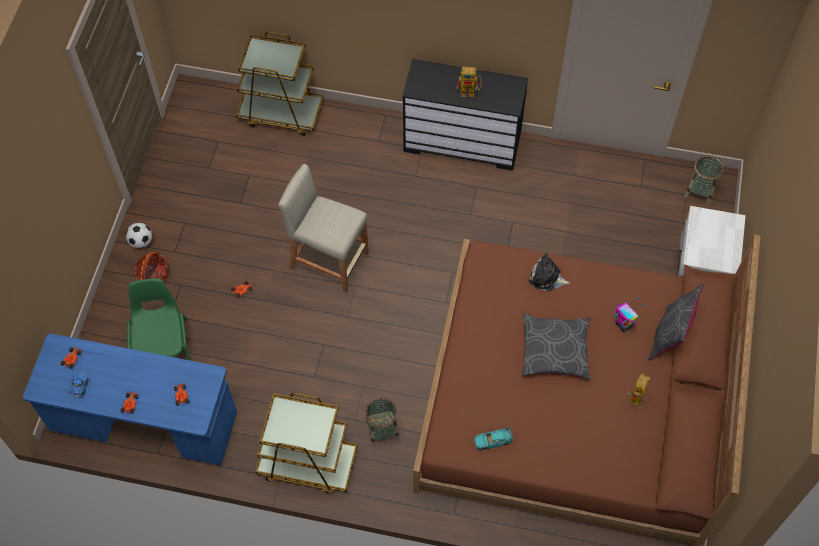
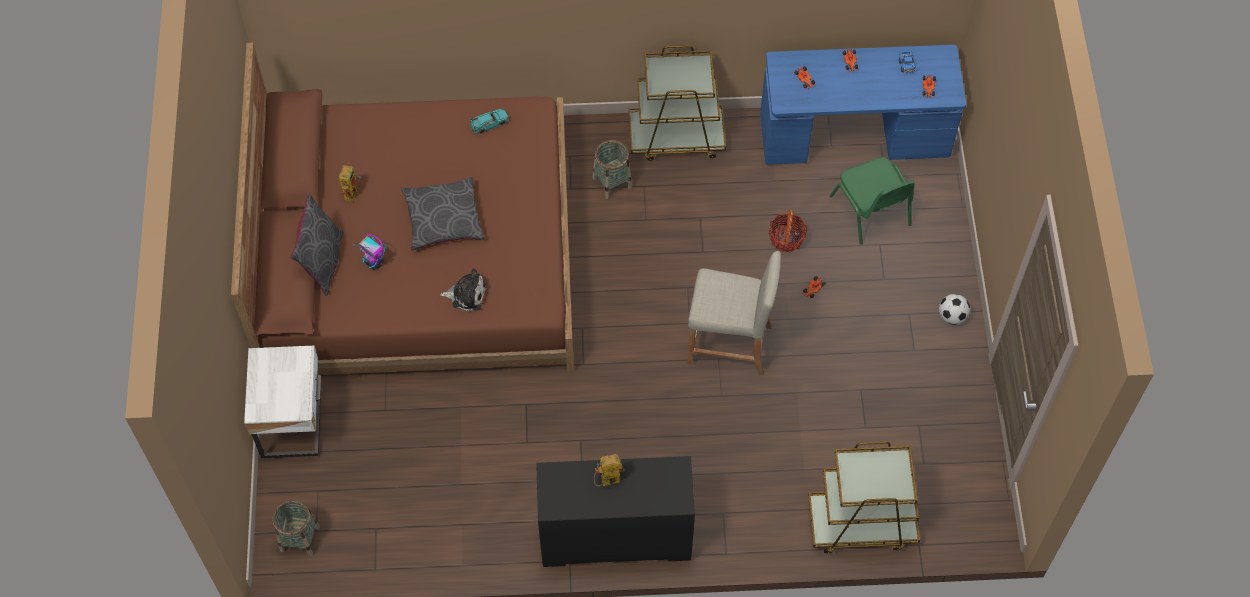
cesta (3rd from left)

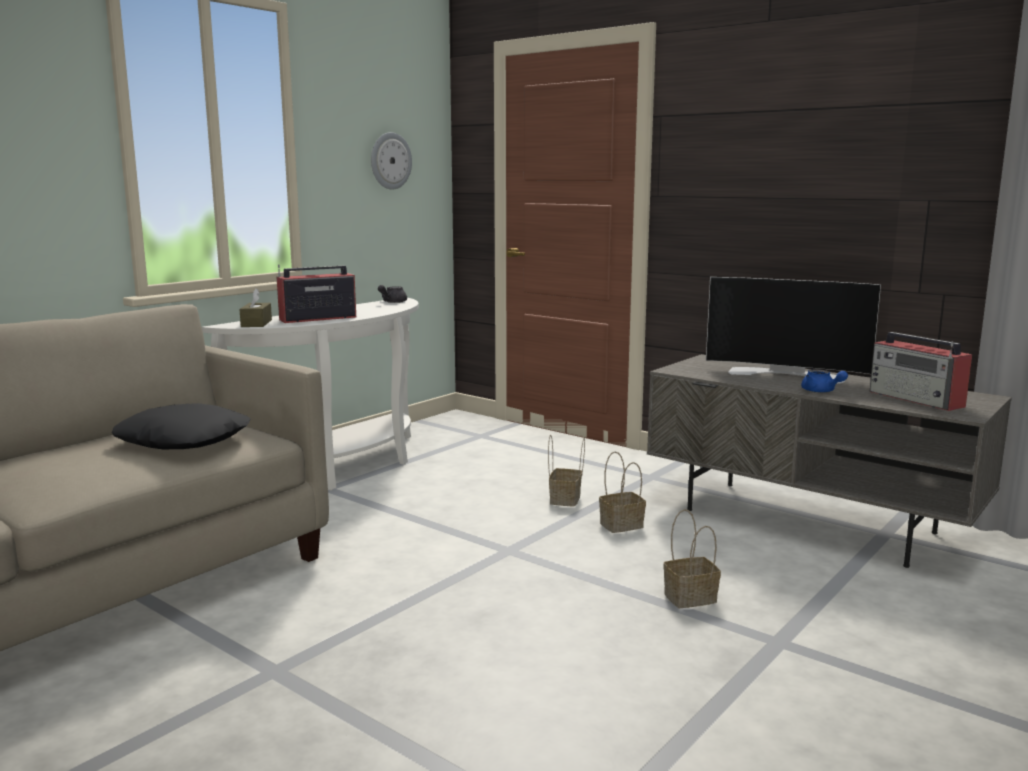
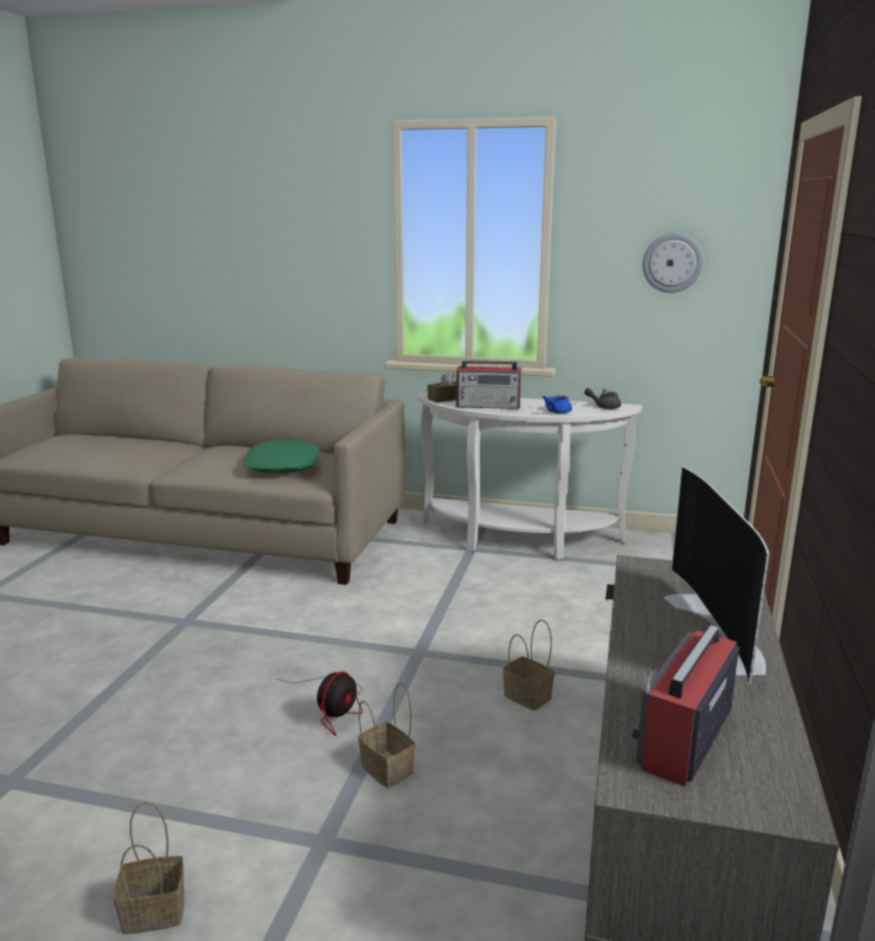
ventilador
cesta (1st from left)
tetera (azul)
cojín (verde)
radio (1st from left)

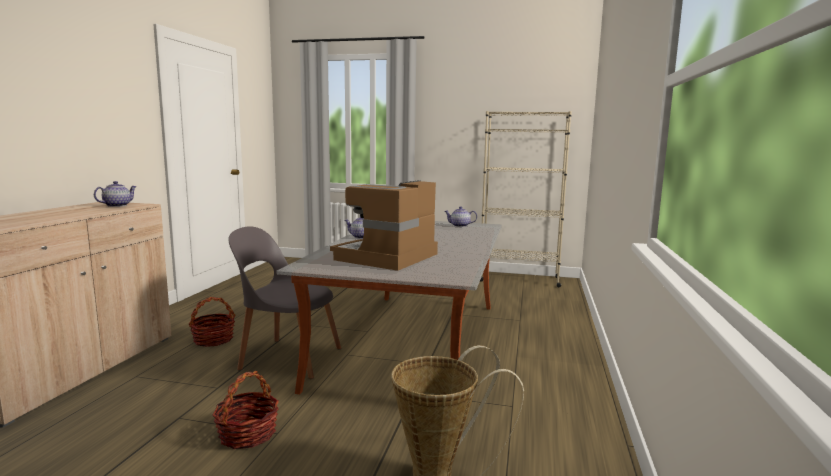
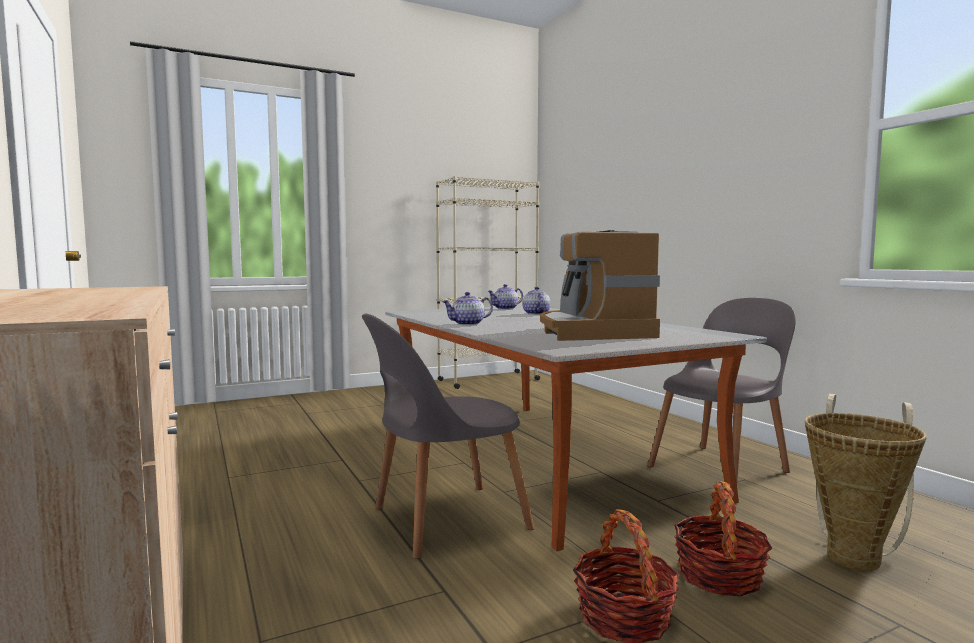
silla (gris) (2nd from left)
tetera (3rd from left)
cesta (2nd from left)

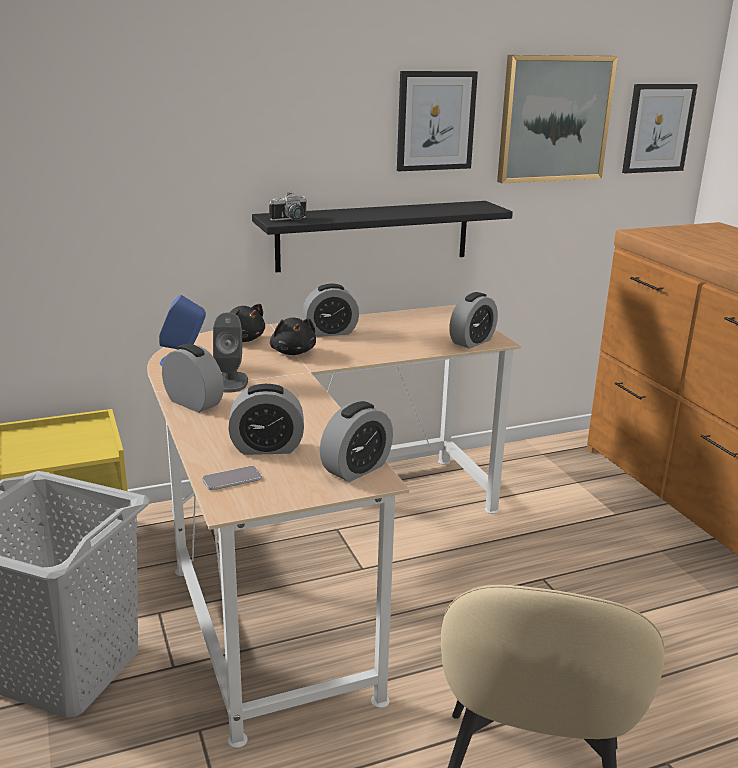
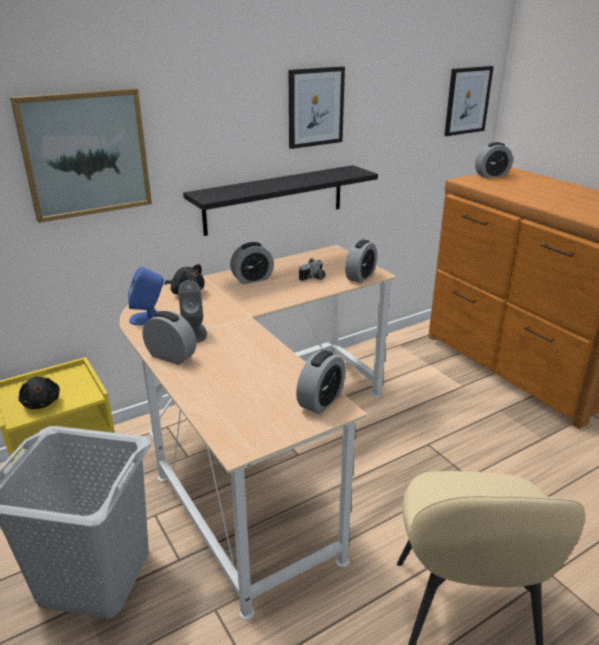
móvil
despertador (5th from left)
cámara
peluche (negro) (1st from left)
cuadro (1st from left)

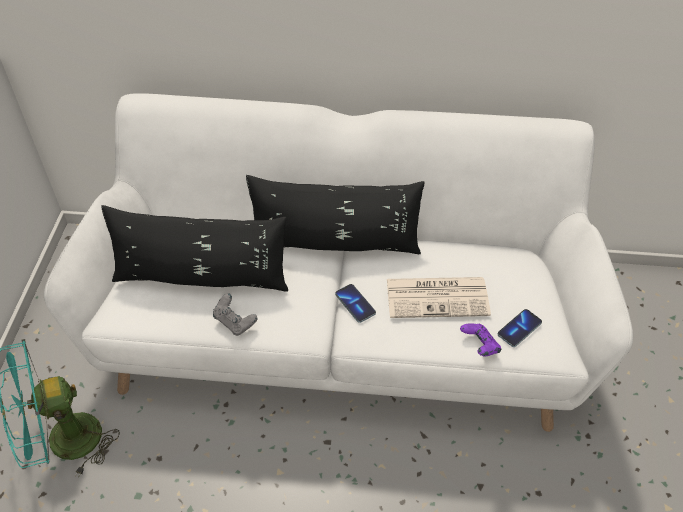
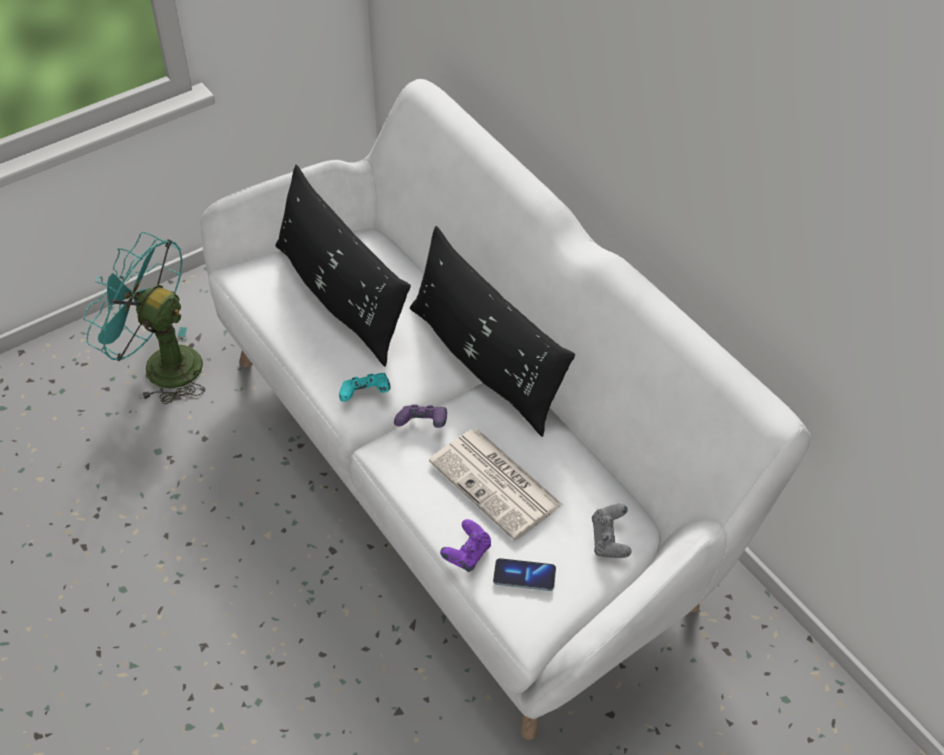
mando de consola (turquesa)
mando de consola (gris)
mando de consola (morado) (1st from left)

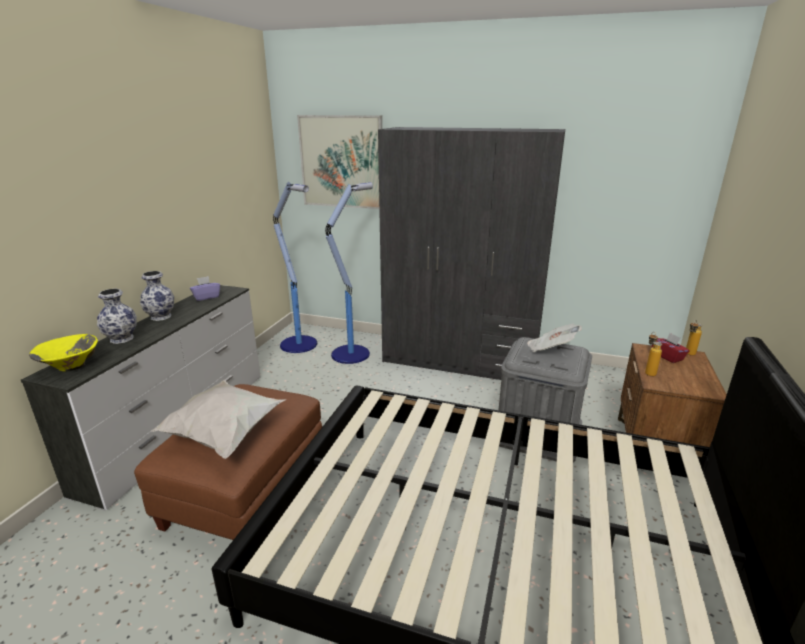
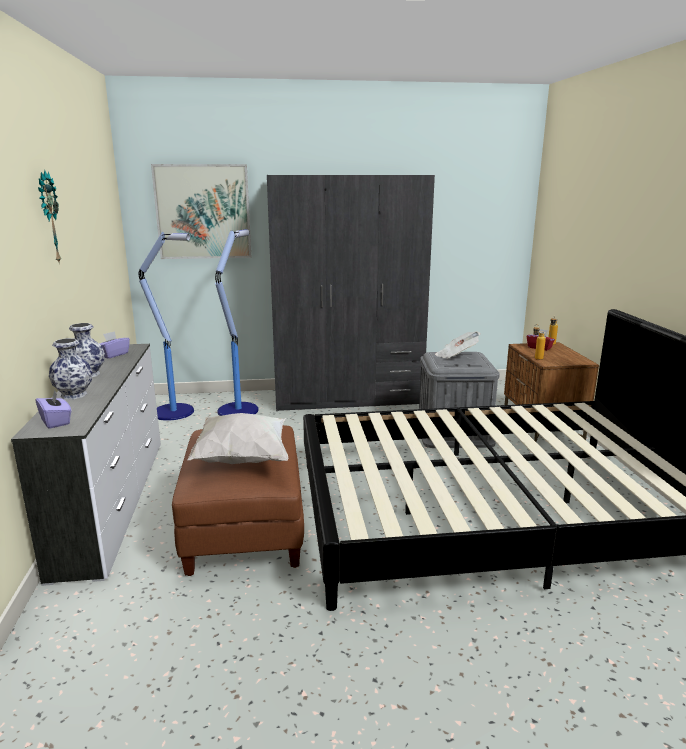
reloj de pared
caja de pañuelos (morado) (1st from left)

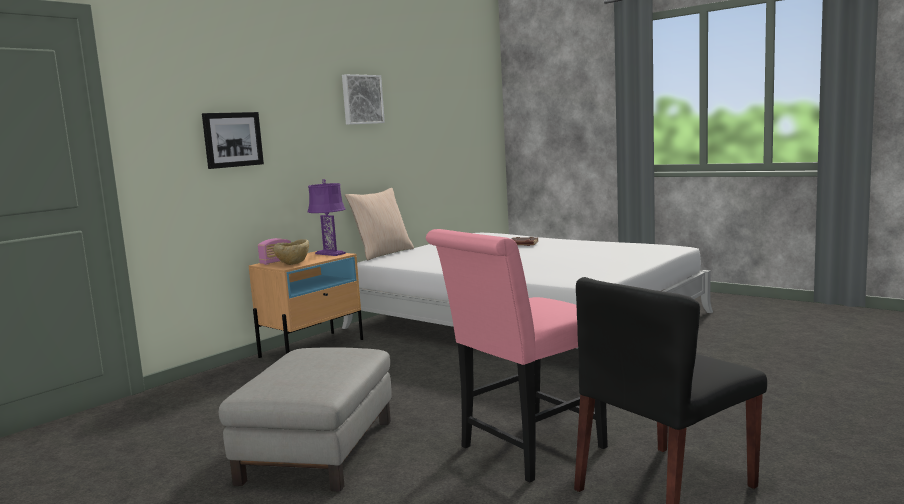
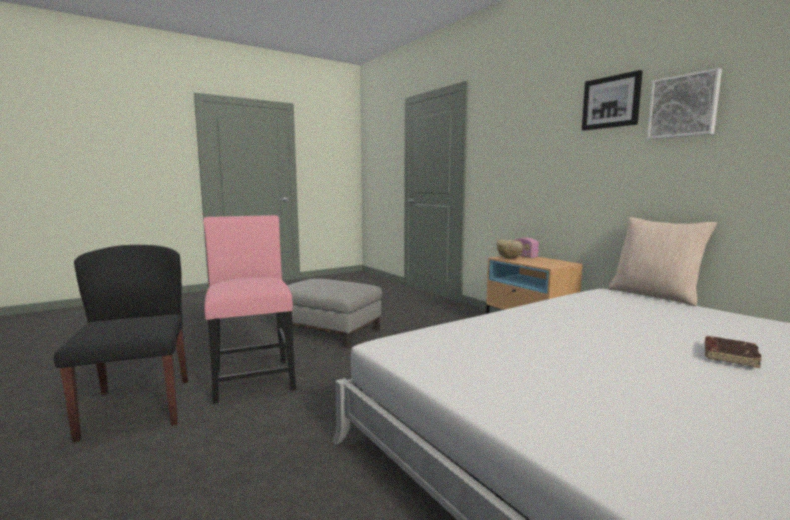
lámpara de mesa (morado)
cuadro (1st from left)

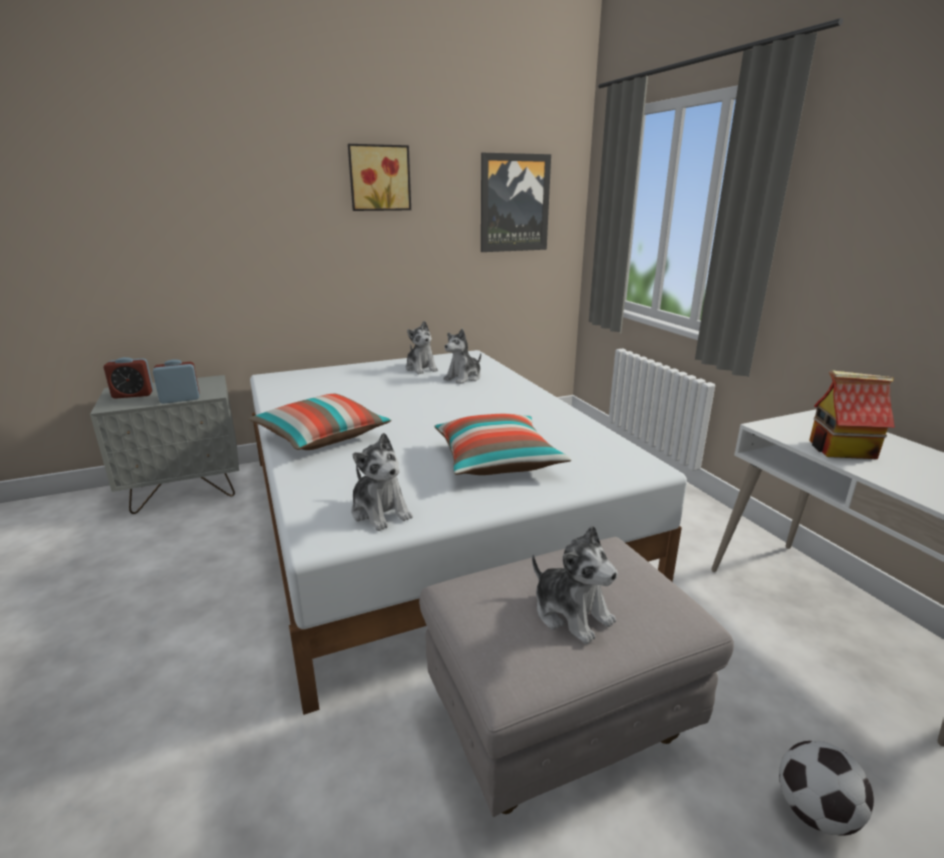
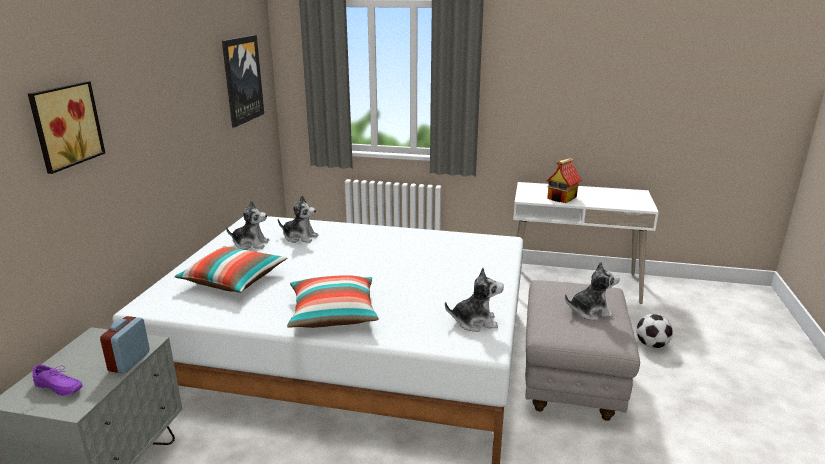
cuadro (1st from left)
cojín (1st from left)
zapato (morado)
peluche (2nd from left)

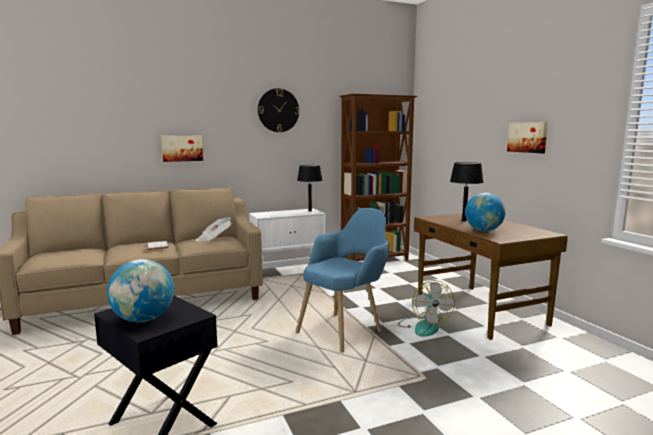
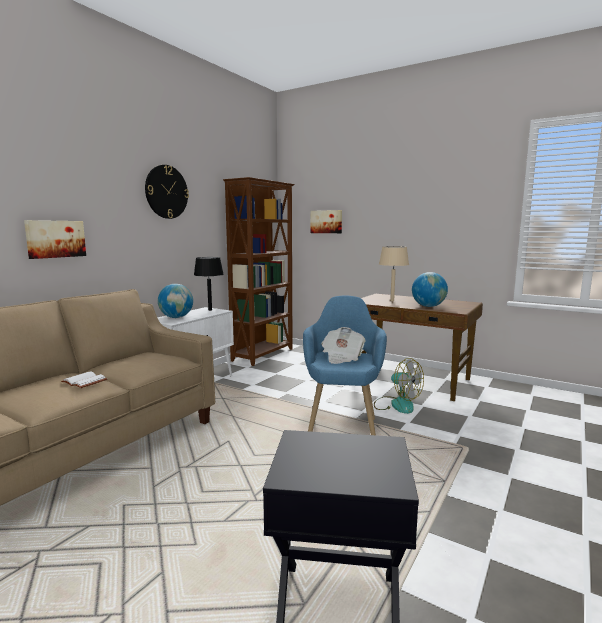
globo terráqueo (1st from left)
periódico
cuadro (2nd from left)
lámpara de mesa (beis)

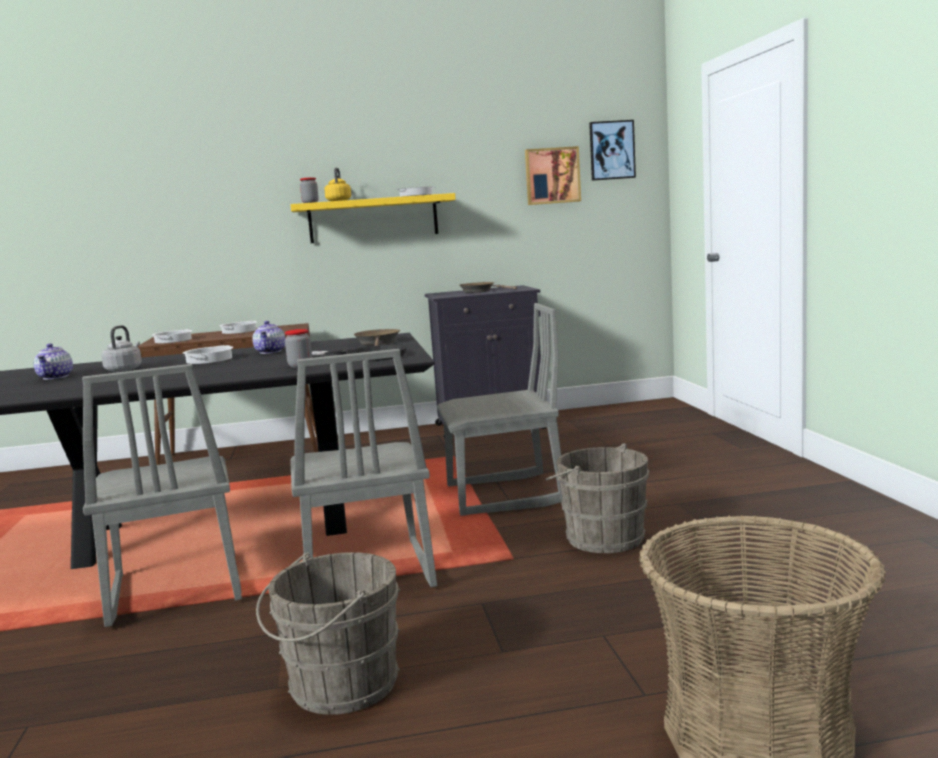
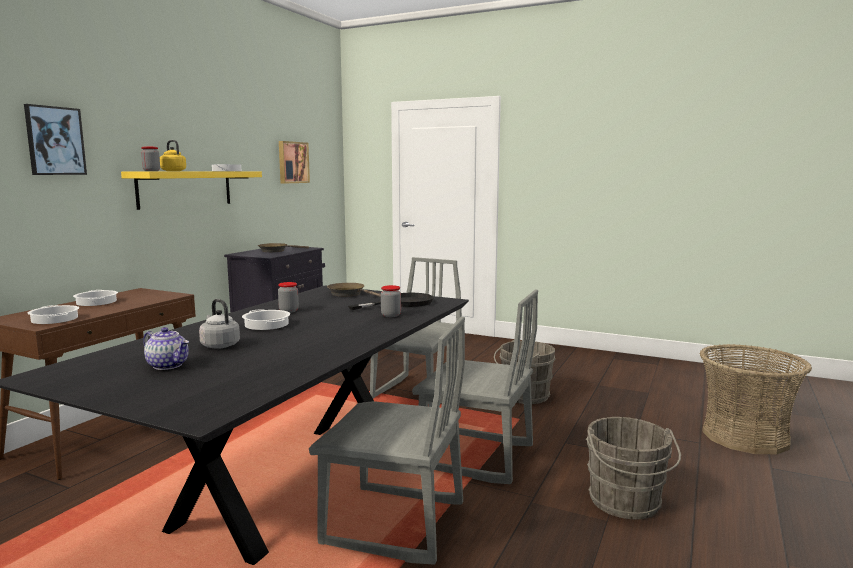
cuadro (1st from left)
tarro (2nd from left)

